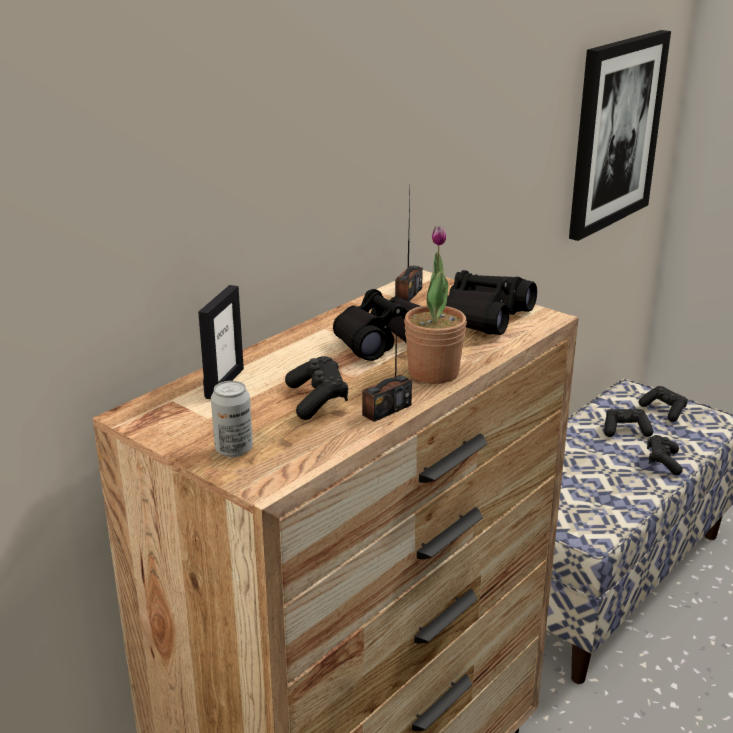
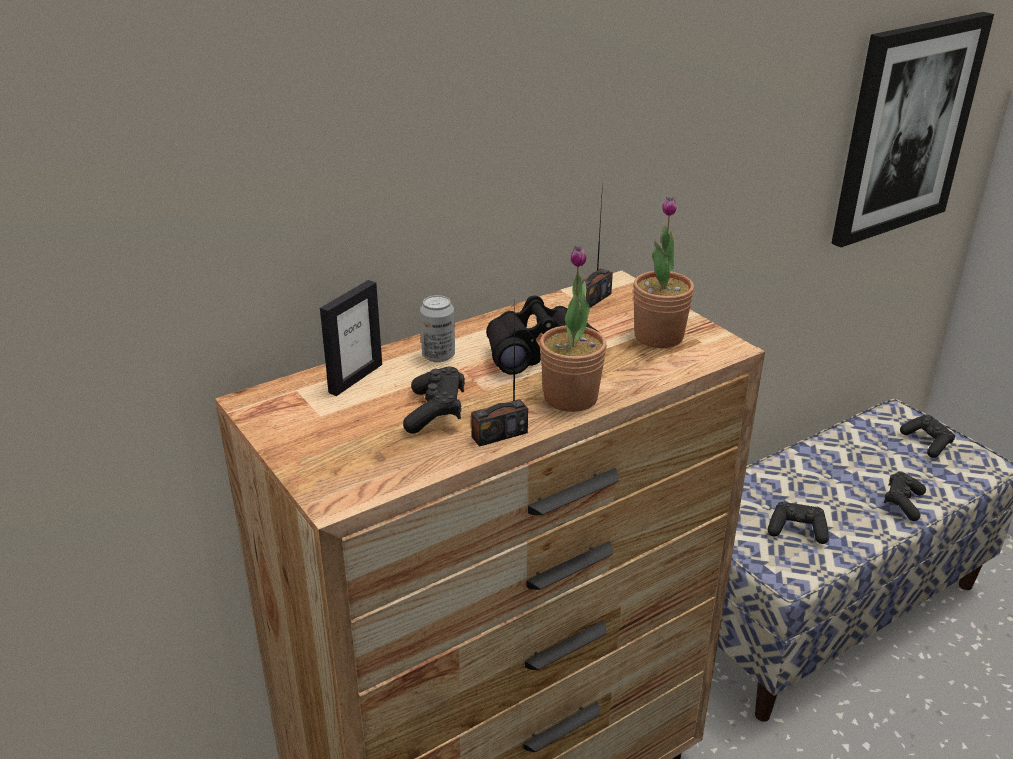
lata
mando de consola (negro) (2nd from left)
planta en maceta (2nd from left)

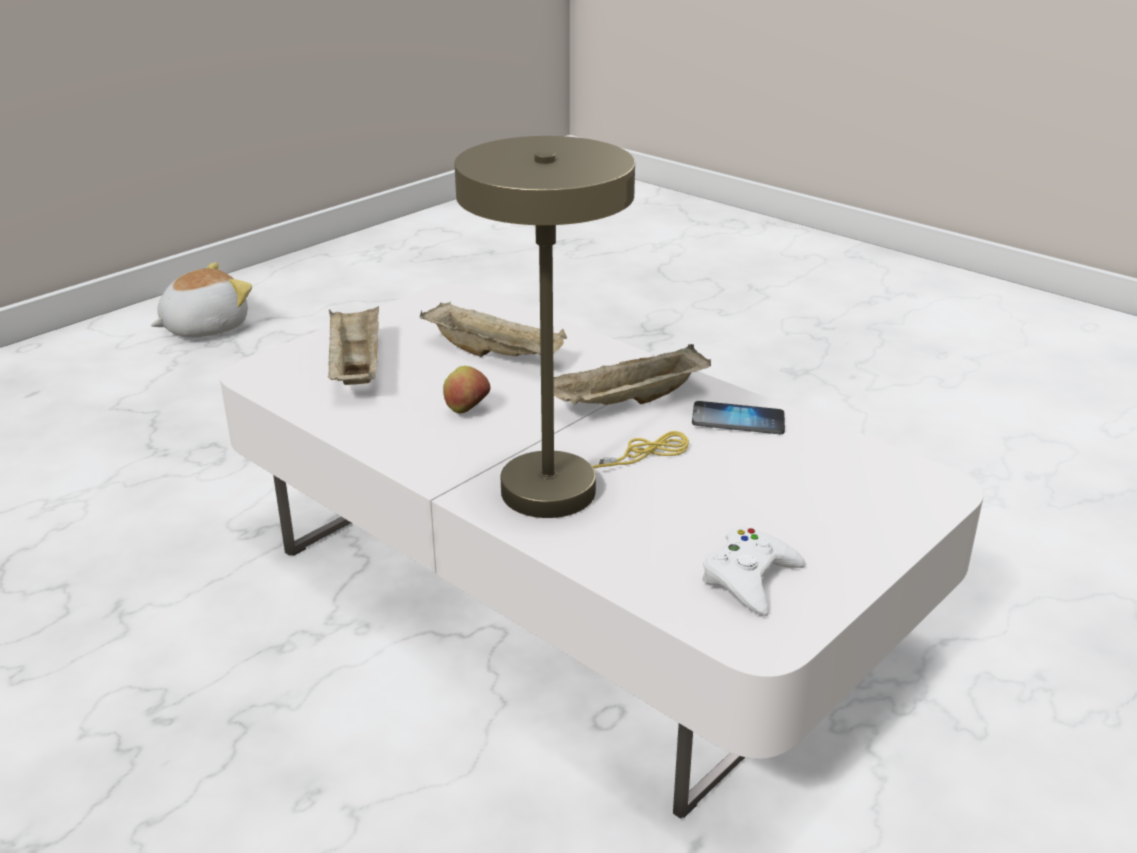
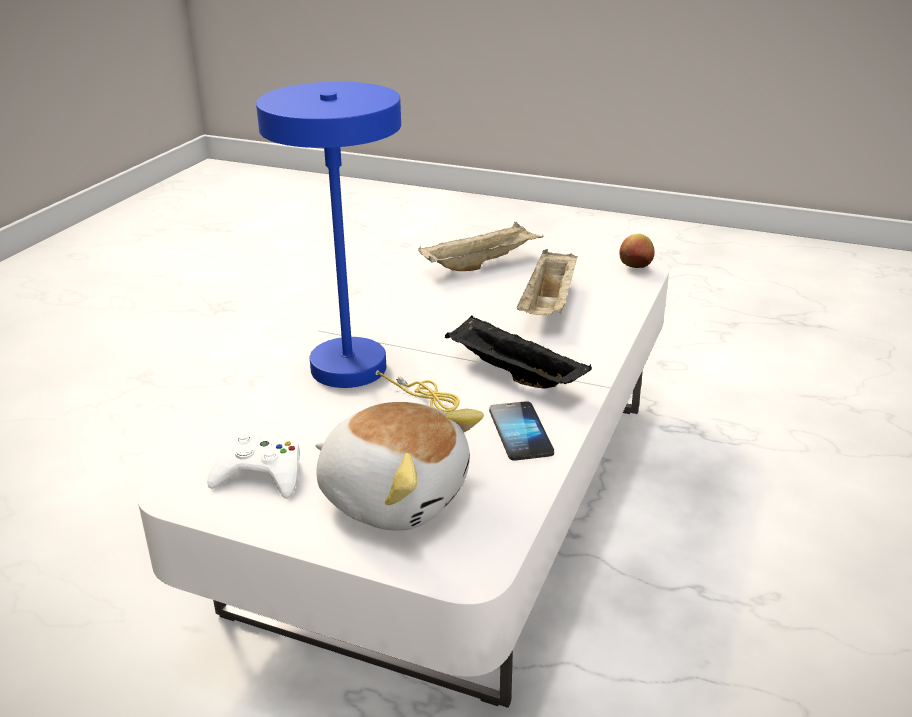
peluche
manzana
lámpara de mesa (azul)
bandeja (negro)

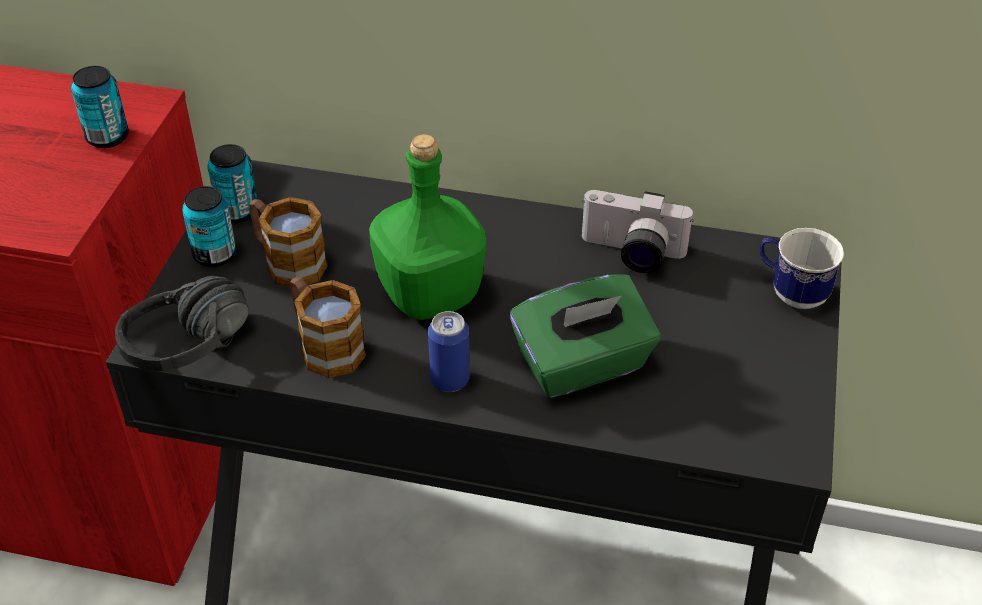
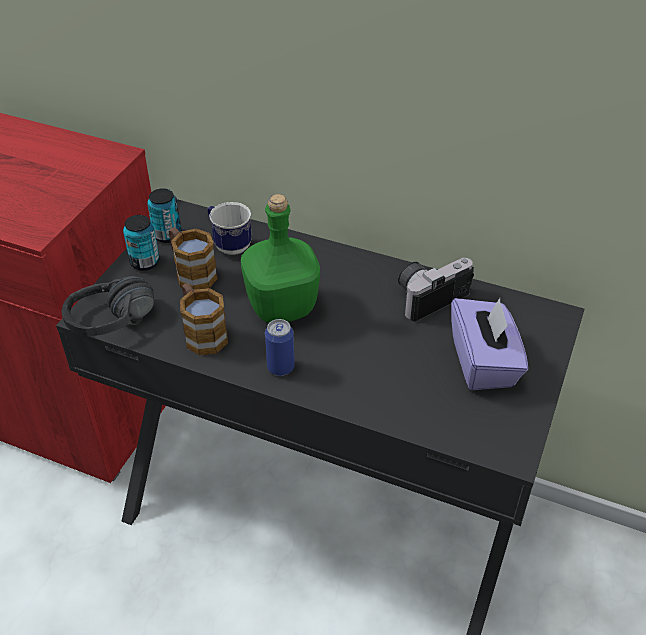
lata (1st from left in the first image)
caja de pañuelos (verde)
caja de pañuelos (morado)
taza grande (3rd from left)
cámara

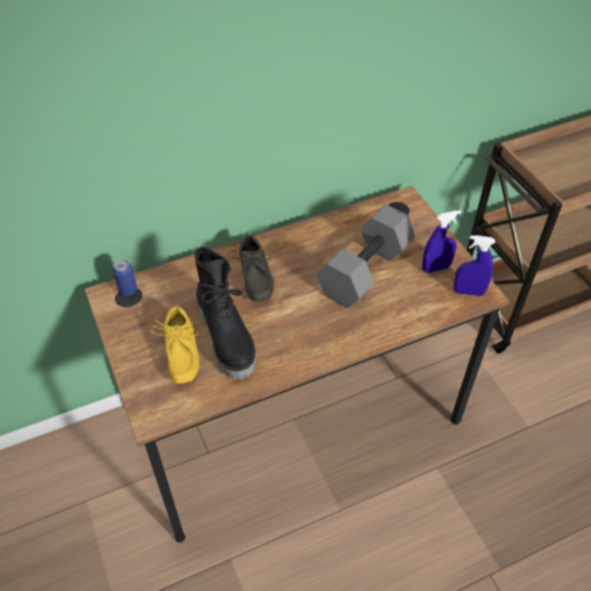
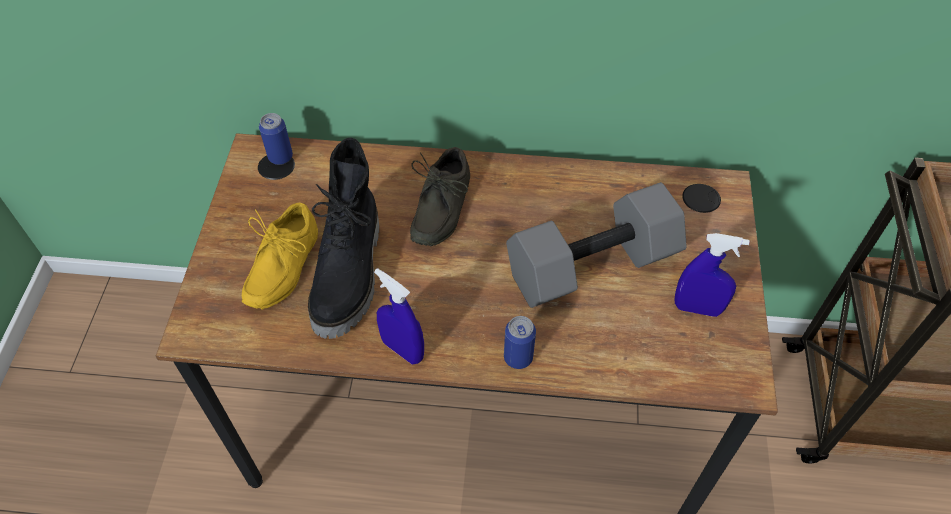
lata (2nd from left)
pulverizador (azul) (1st from left)

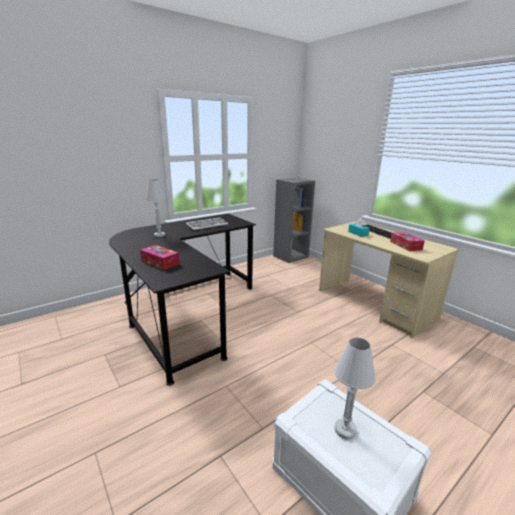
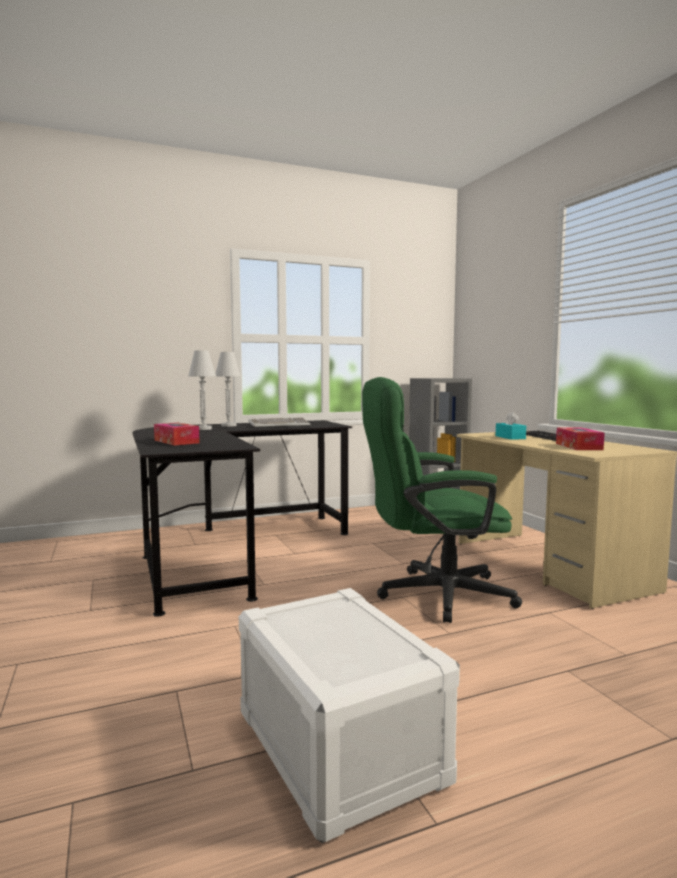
silla de oficina (verde)
lámpara de mesa (blanco) (2nd from left)

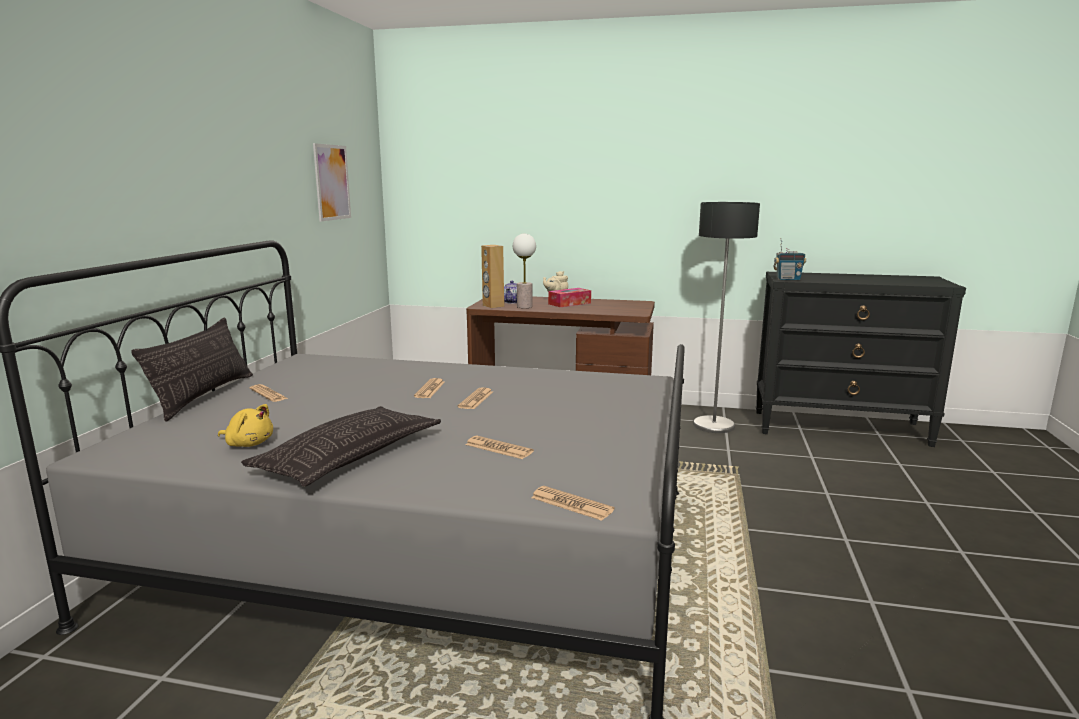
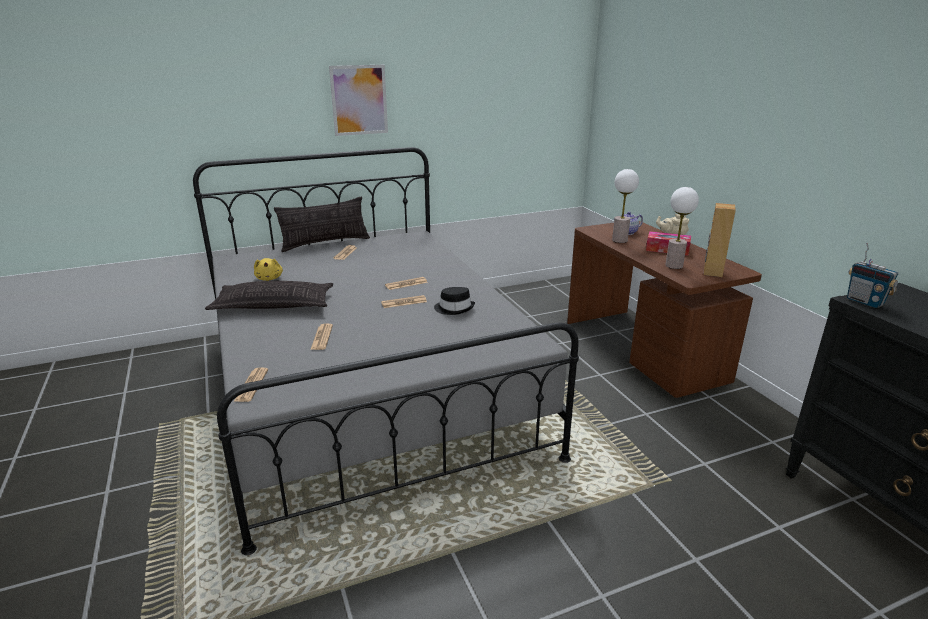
lámpara de pie
sombrero (negro)
lámpara de mesa (2nd from left)
cuadro
altavoz (marrón)

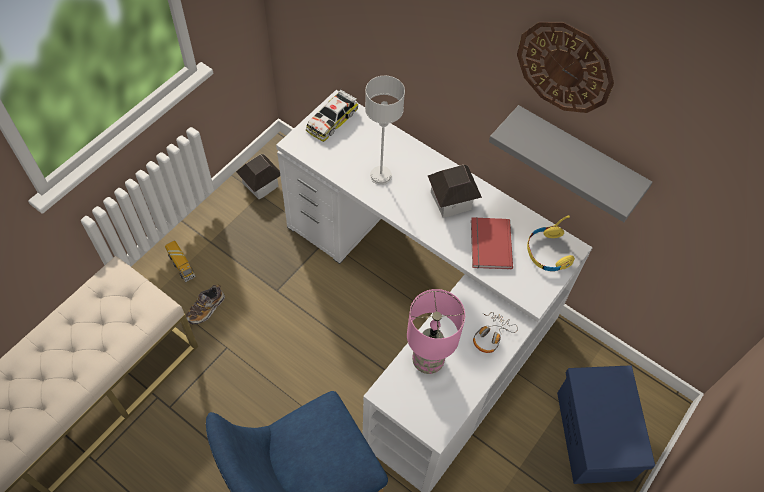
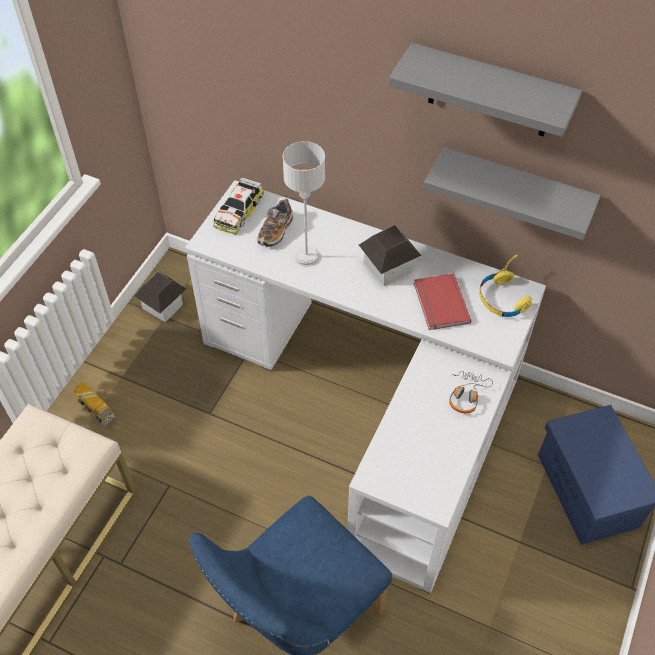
lámpara de mesa (rosa)
zapato
estante (gris) (1st from left)

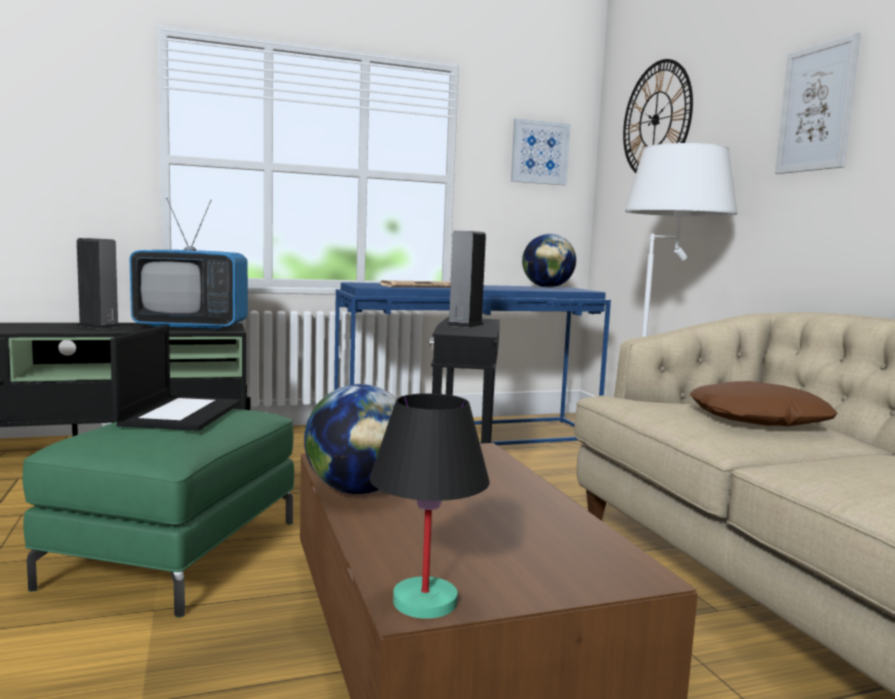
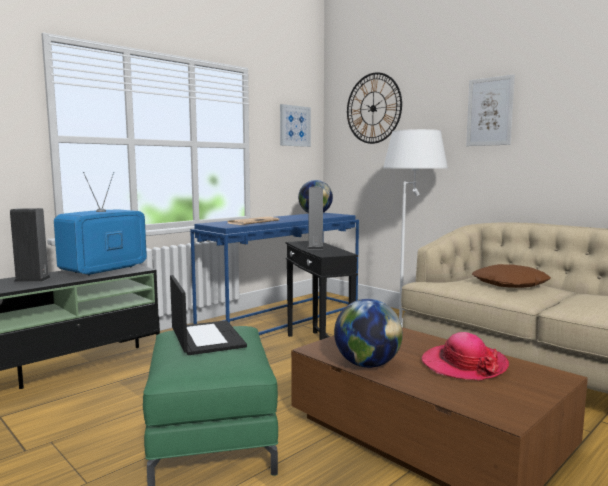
lámpara de mesa (negro)
sombrero
televisor

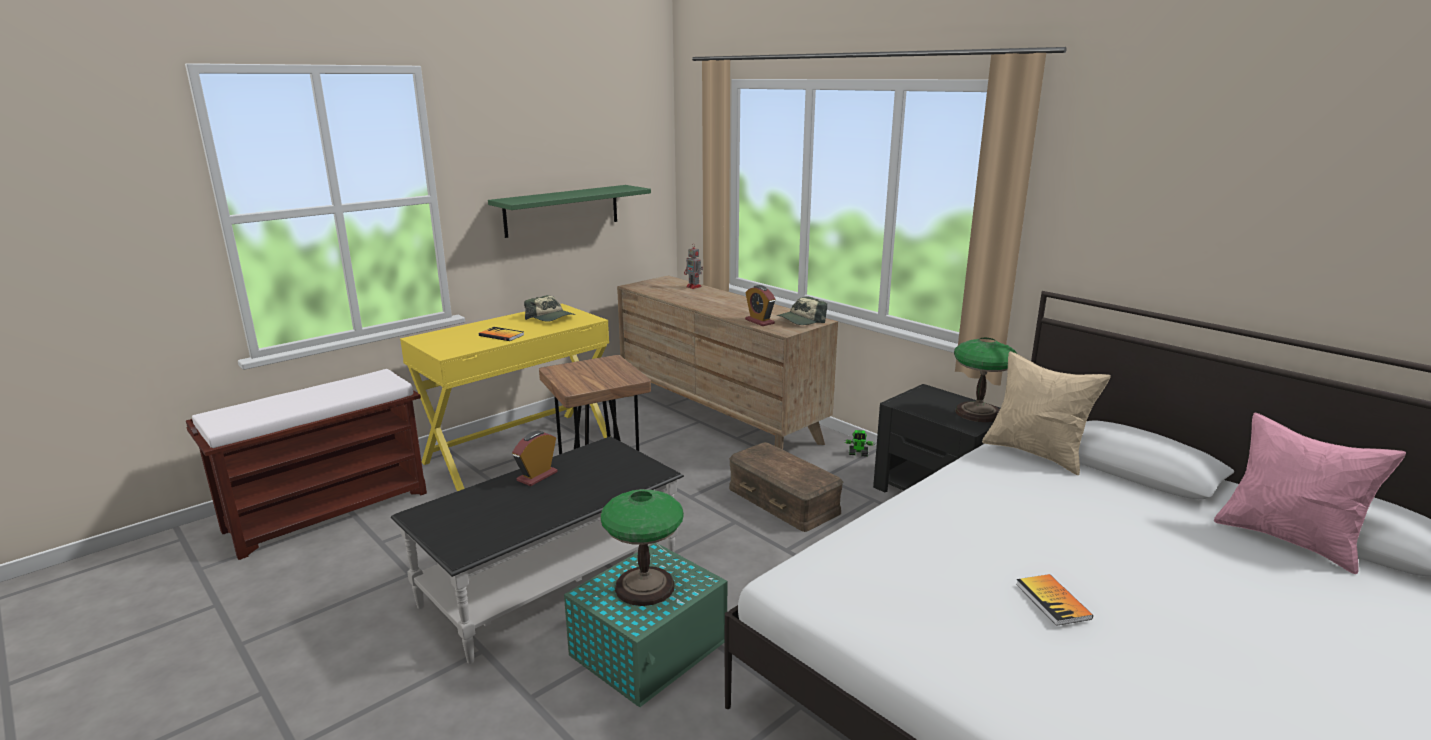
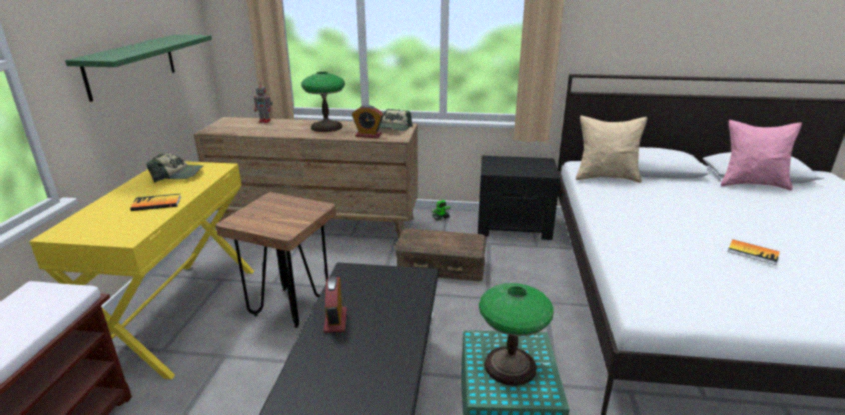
lámpara de mesa (1st from left)

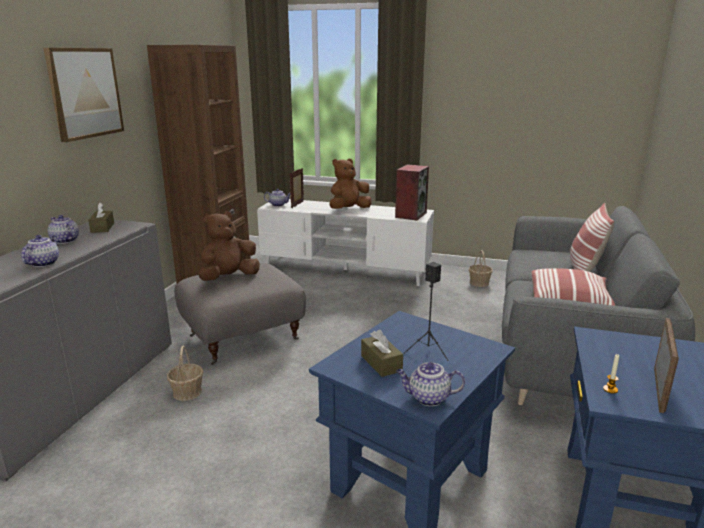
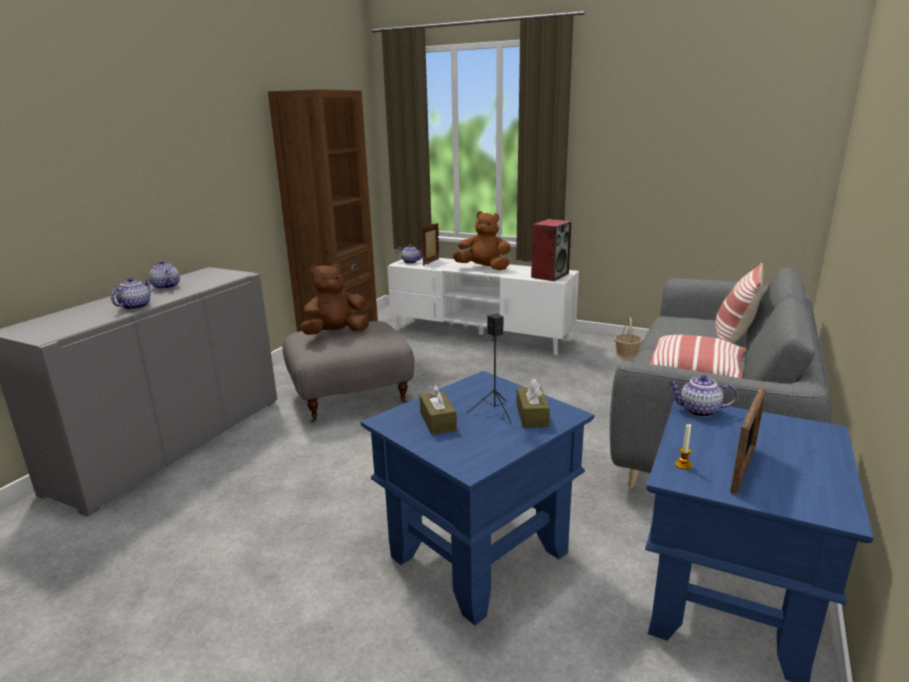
cuadro
cesta (1st from left in the first image)
caja de pañuelos (marrón) (2nd from left)
tetera (4th from left)
peluche (marrón) (2nd from left)

